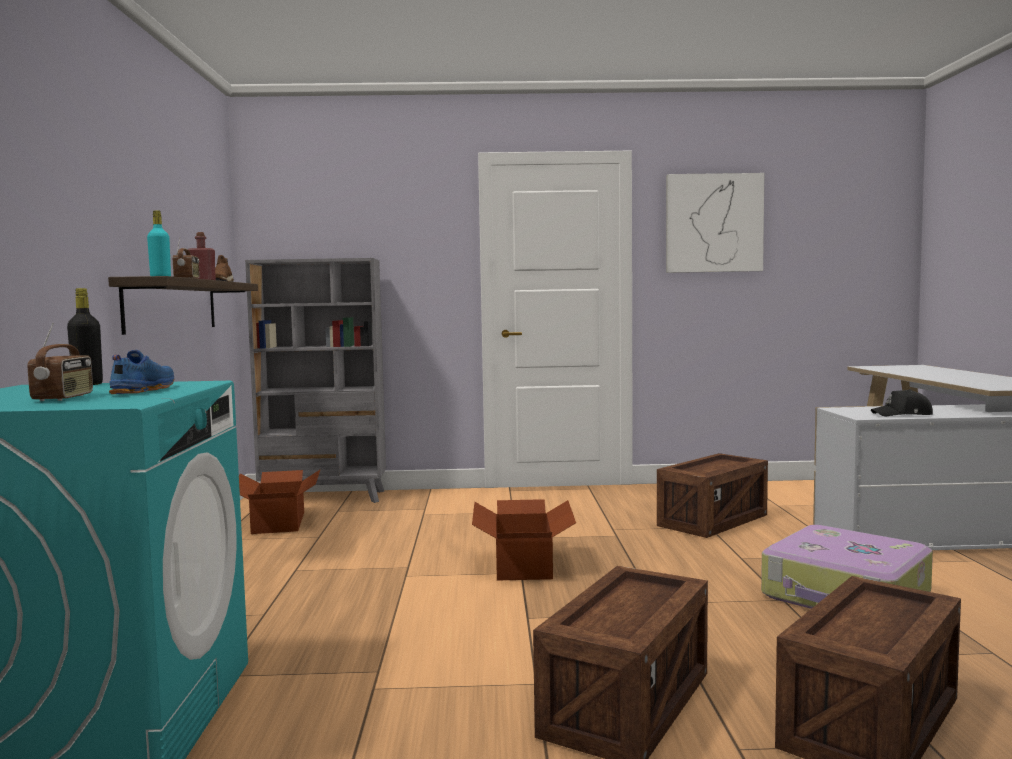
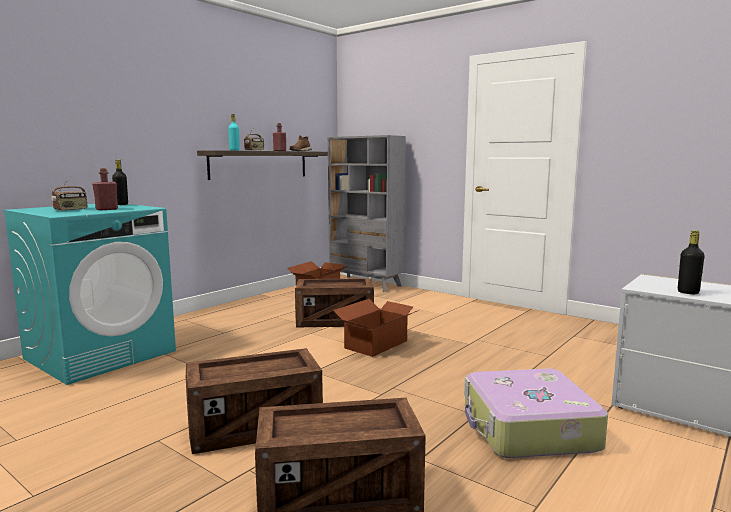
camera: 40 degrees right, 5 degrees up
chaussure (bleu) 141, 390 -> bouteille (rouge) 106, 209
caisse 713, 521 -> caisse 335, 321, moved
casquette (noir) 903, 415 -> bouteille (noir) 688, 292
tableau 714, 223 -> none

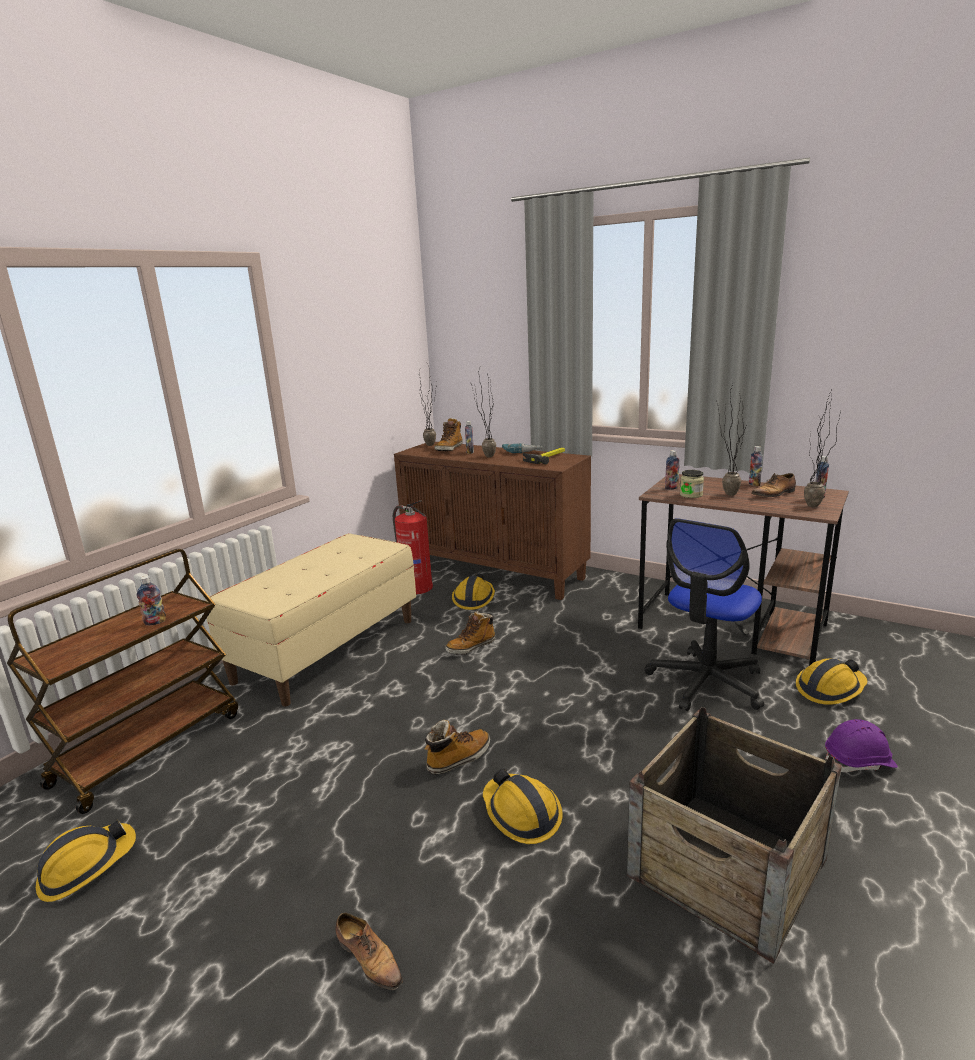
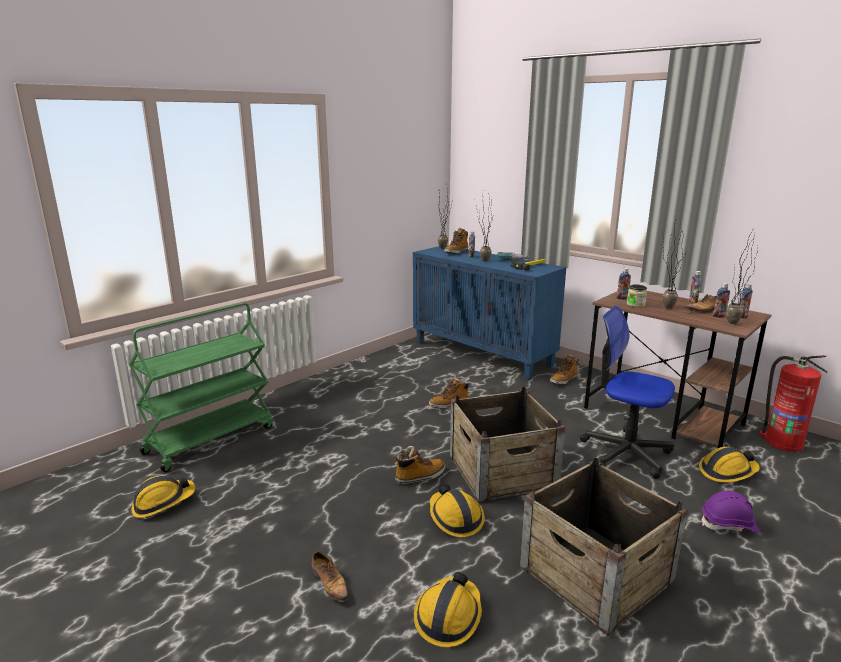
camera: 10 degrees right, 0 degrees up
chariot (marron) 149, 748 -> chariot (vert) 210, 439
meuble de rangement (marron) 496, 572 -> meuble de rangement (bleu) 483, 354
casque de chantier 474, 599 -> casque de chantier 448, 616, moved
none -> caisse 502, 471
none -> botte 563, 380
chaise de bureau 706, 682 -> chaise de bureau 625, 453, 75 degrees clockwise
bouteille 155, 622 -> bouteille 719, 316, moved
extincteur 416, 587 -> extincteur 782, 442, moved
banc (beige) 327, 649 -> none

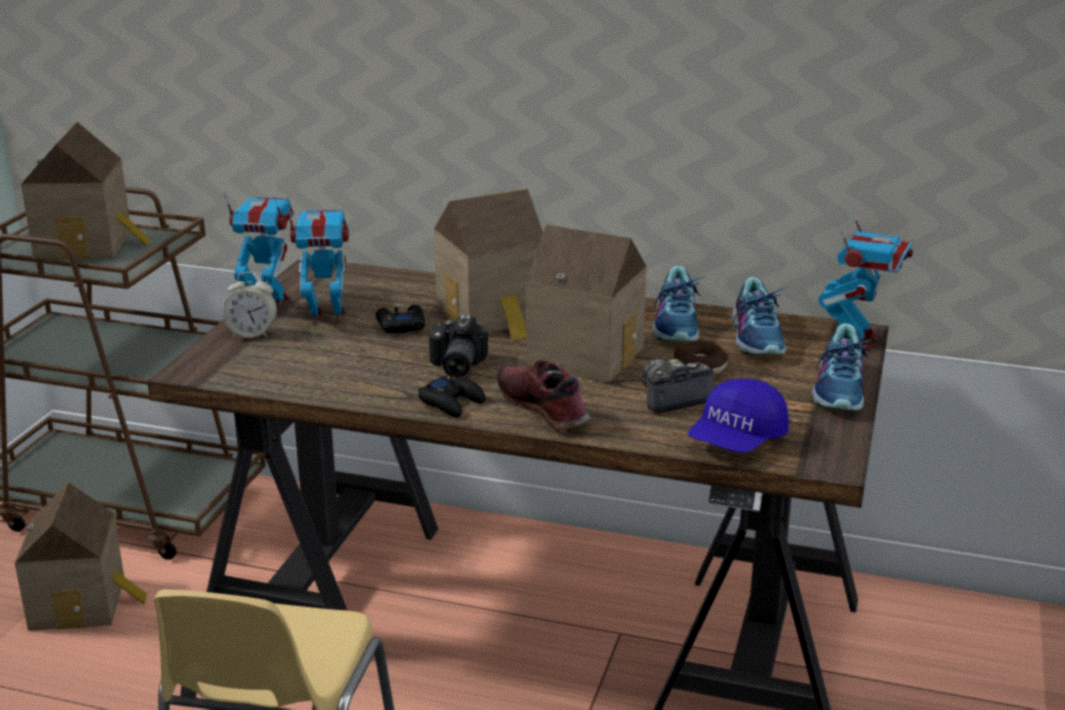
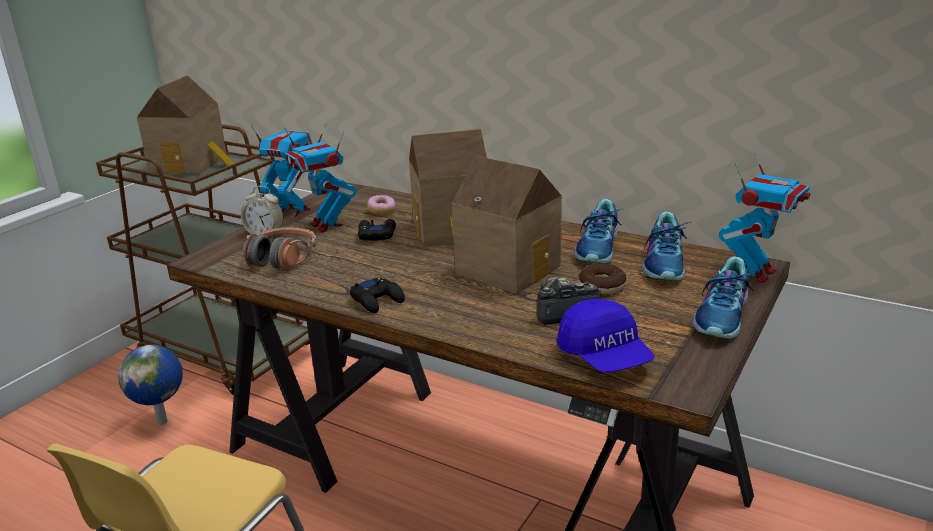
camera: 15 degrees right, 0 degrees up
maison miniature 83, 603 -> globe 164, 421
none -> casque audio 282, 258
robot jouet 326, 317 -> robot jouet 326, 225, 135 degrees counterclockwise
none -> beignet 382, 211
casquette (bleu) 736, 440 -> casquette (bleu) 605, 357, 75 degrees counterclockwise
appareil photo 454, 366 -> none
chaussure 545, 408 -> none

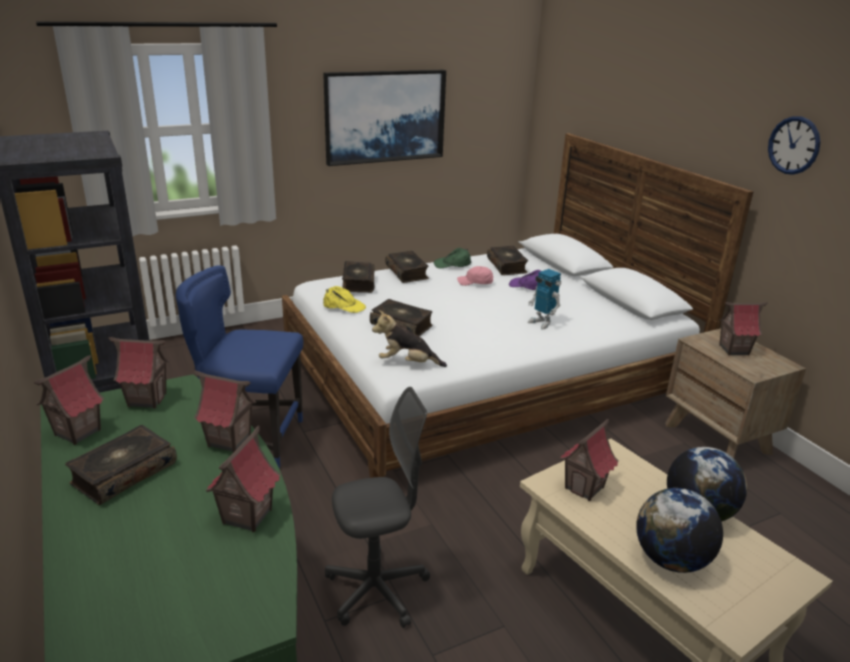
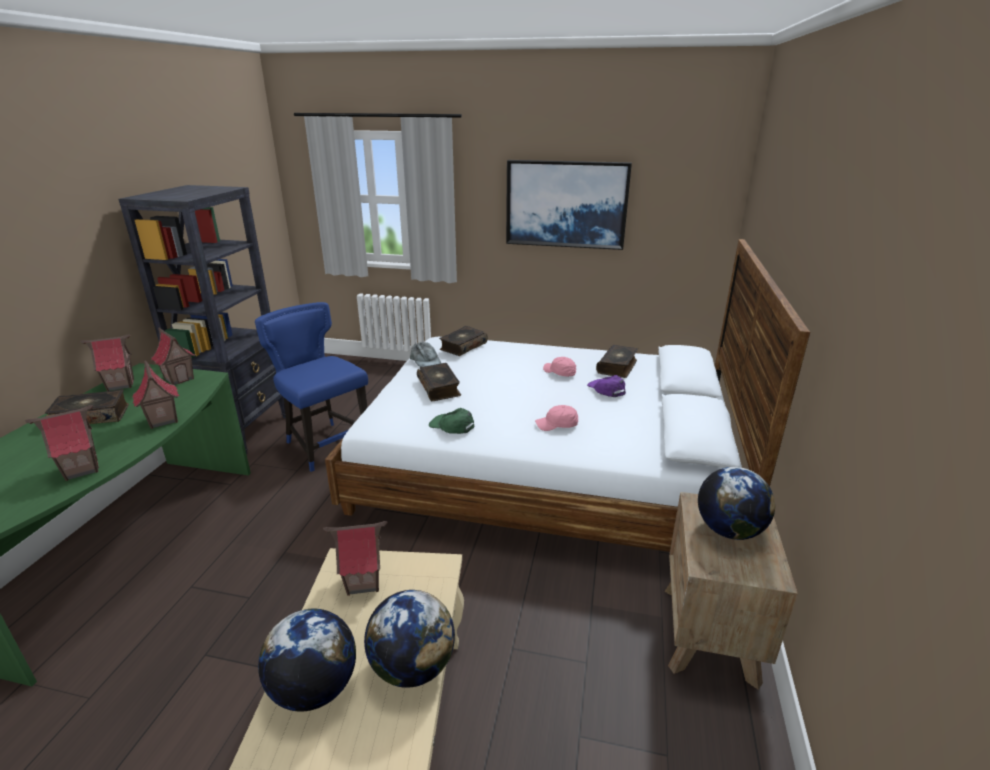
camera: 40 degrees right, 0 degrees up
casquette (jaune) 344, 306 -> casquette (gris) 425, 361
casquette (vert) 452, 264 -> casquette (vert) 452, 426, moved
robot jouet 542, 323 -> casquette (rose) 557, 425
maison miniature 733, 350 -> globe 728, 530
chaise de bureau (gris) 376, 590 -> none
peluche 407, 363 -> none
livre 407, 272 -> none
horloge murale 794, 145 -> none

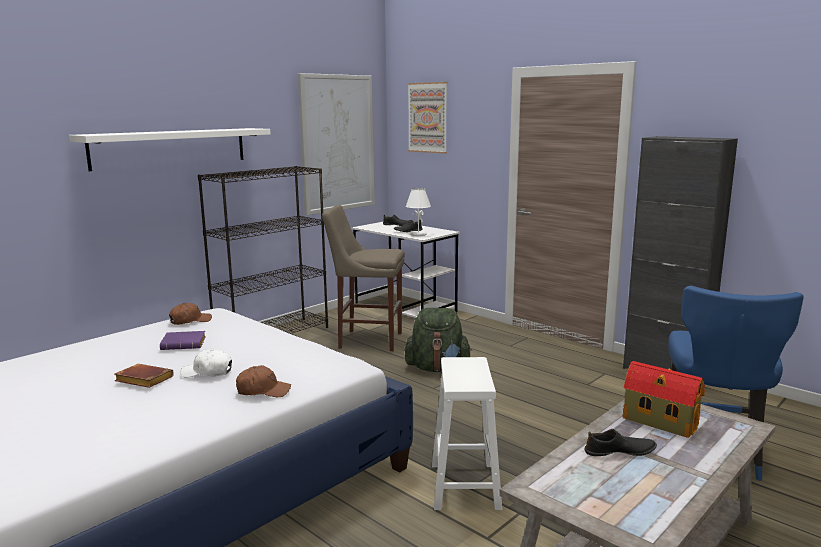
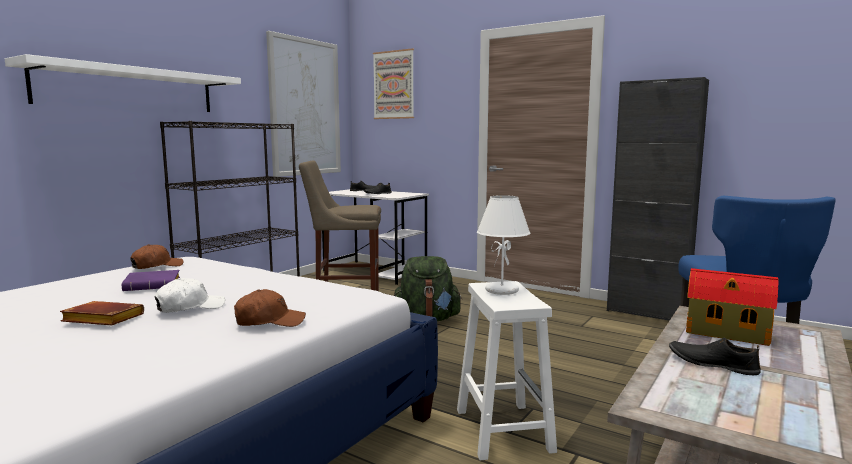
camera: 10 degrees left, 5 degrees down
casquette (blanc) 207, 372 -> casquette (blanc) 190, 307, 150 degrees clockwise
lampe de table (blanc) 418, 234 -> lampe de table (blanc) 501, 291, moved
chaussure (noir) 620, 452 -> chaussure (noir) 712, 363, 135 degrees counterclockwise

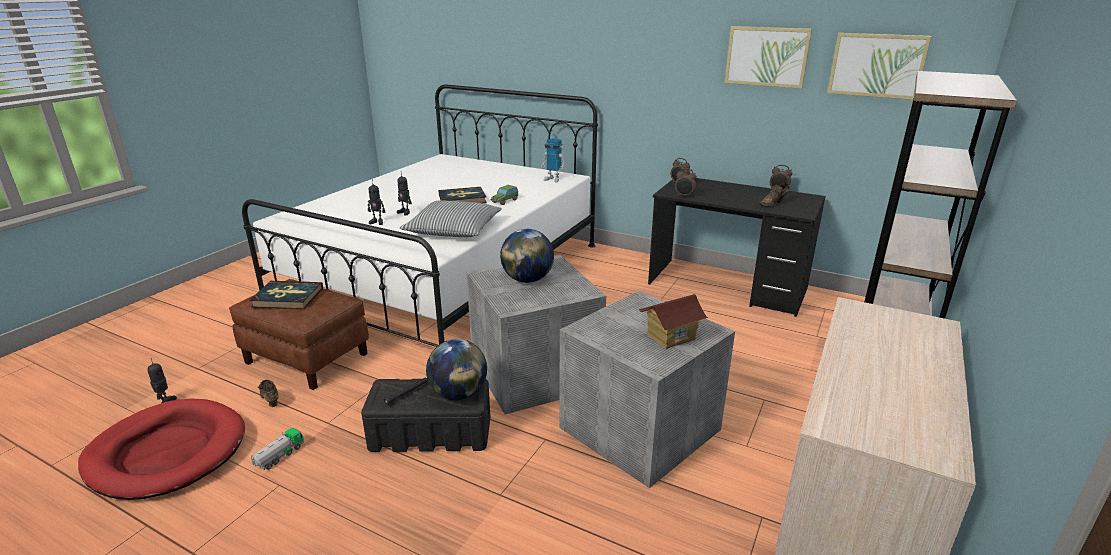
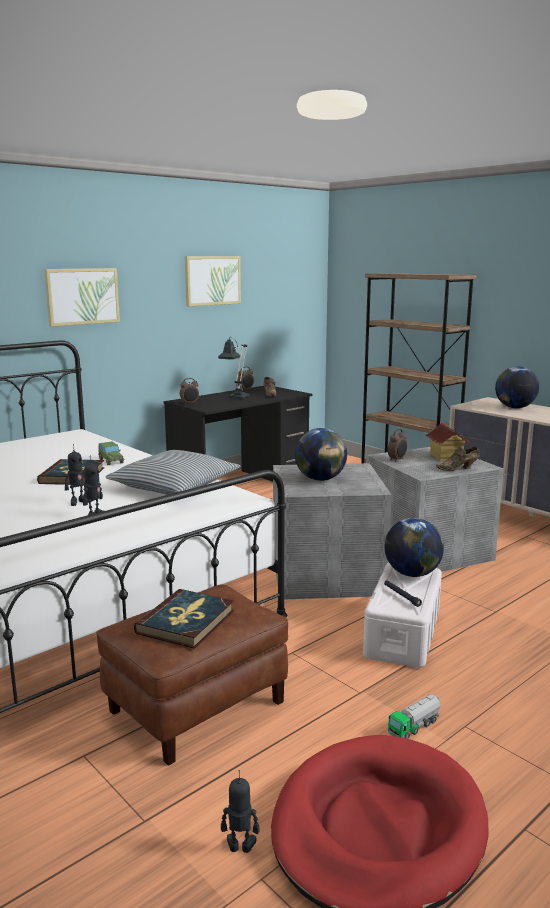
camera: 70 degrees left, 10 degrees down
tableau 877, 65 -> tableau 82, 296, moved
none -> lampe de table 237, 397
boîte de rangement (noir) 430, 433 -> boîte de rangement (blanc) 402, 633
réveil 684, 196 -> réveil 397, 460, moved
camion jouet 279, 456 -> camion jouet 414, 726, 90 degrees counterclockwise
chaussure (marron) 270, 400 -> chaussure (marron) 459, 469, moved
none -> globe 515, 408
robot jouet 553, 179 -> none

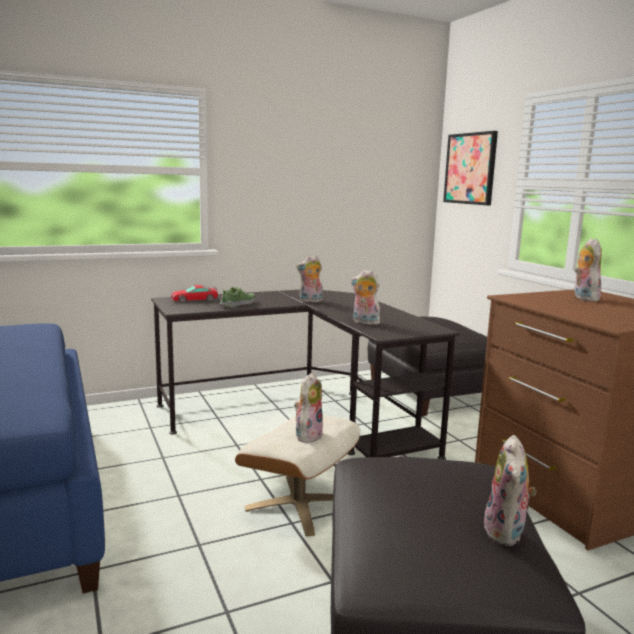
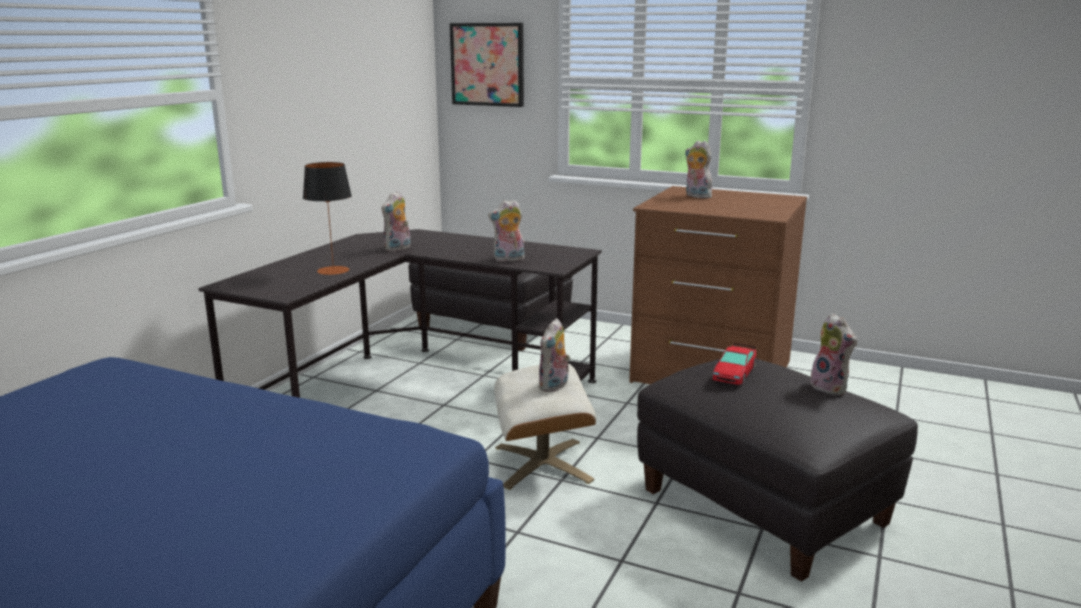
camera: 40 degrees left, 5 degrees up
chaussure 238, 304 -> lampe de table 333, 270
peluche 307, 435 -> peluche 554, 386, 135 degrees counterclockwise
petite voiture 194, 299 -> petite voiture 734, 372, moved

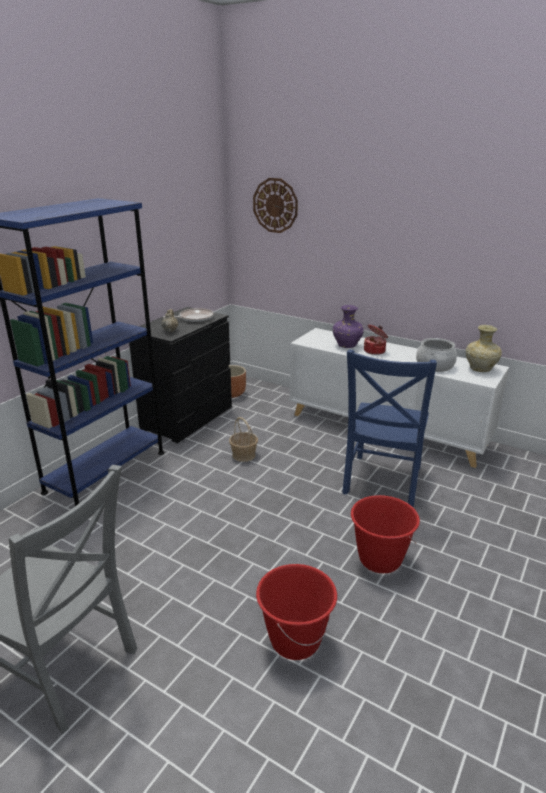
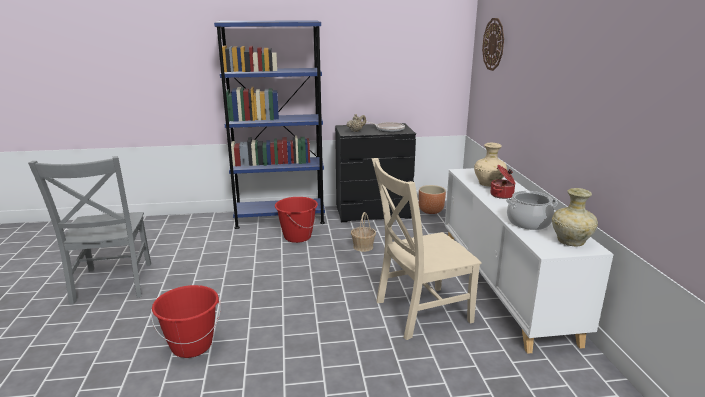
camera: 50 degrees right, 5 degrees down
seau (rouge) 379, 559 -> seau (rouge) 297, 237, moved
chaise (bleu) 381, 482 -> chaise (beige) 419, 312
vase (violet) 346, 345 -> vase (beige) 488, 184

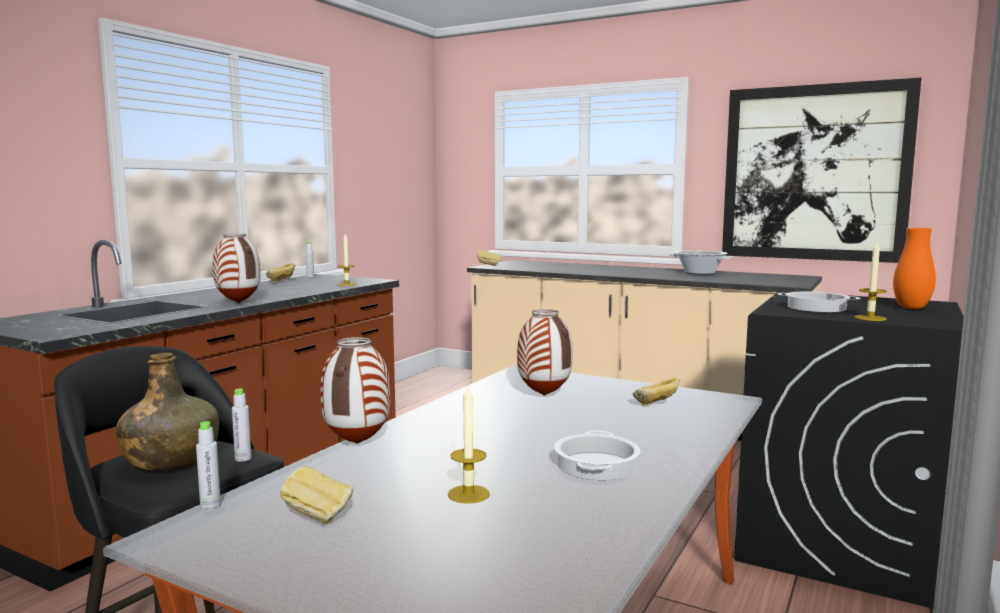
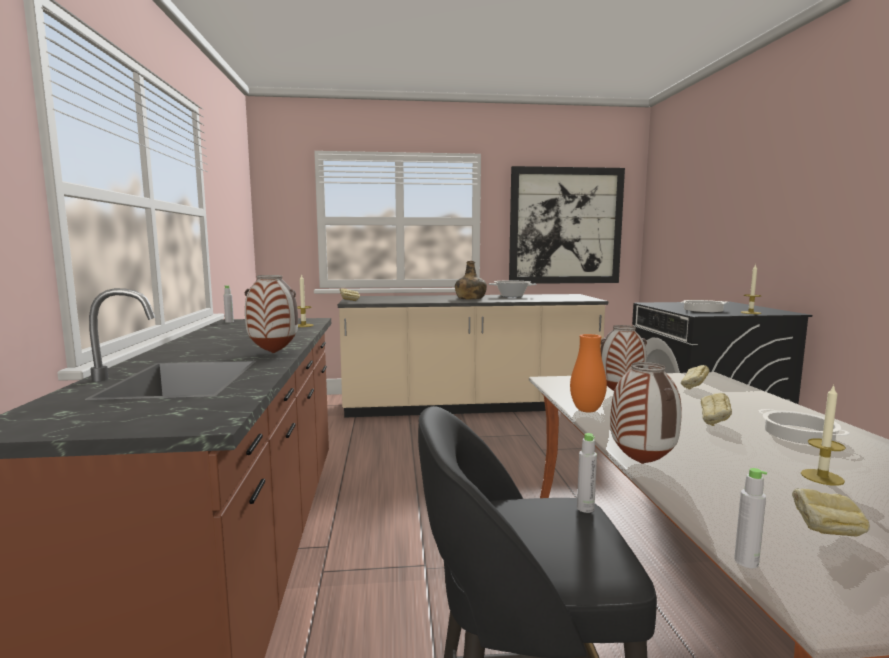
camera: 35 degrees left, 0 degrees up
bouteille (vert) 171, 460 -> bouteille (vert) 470, 298, moved
vase (orange) 911, 308 -> vase (orange) 587, 410, moved
pain 281, 281 -> pain 714, 422, moved

